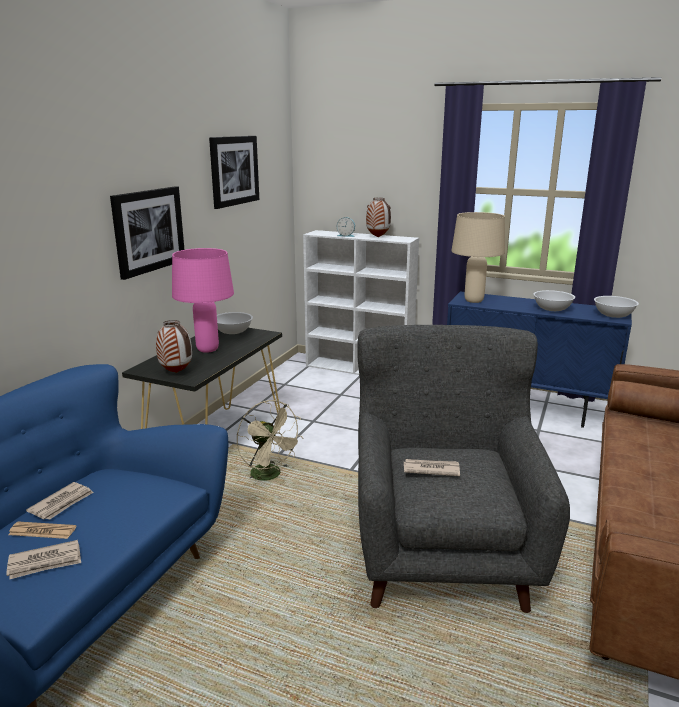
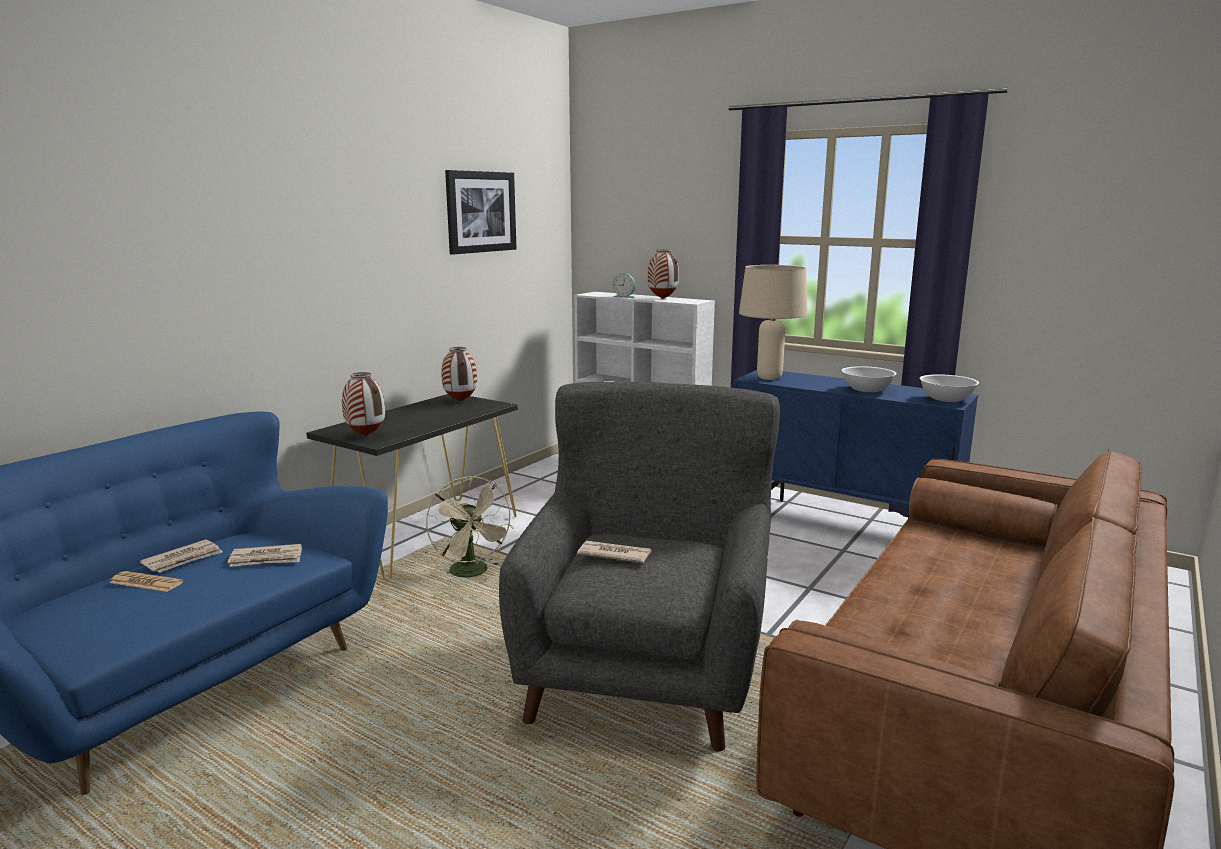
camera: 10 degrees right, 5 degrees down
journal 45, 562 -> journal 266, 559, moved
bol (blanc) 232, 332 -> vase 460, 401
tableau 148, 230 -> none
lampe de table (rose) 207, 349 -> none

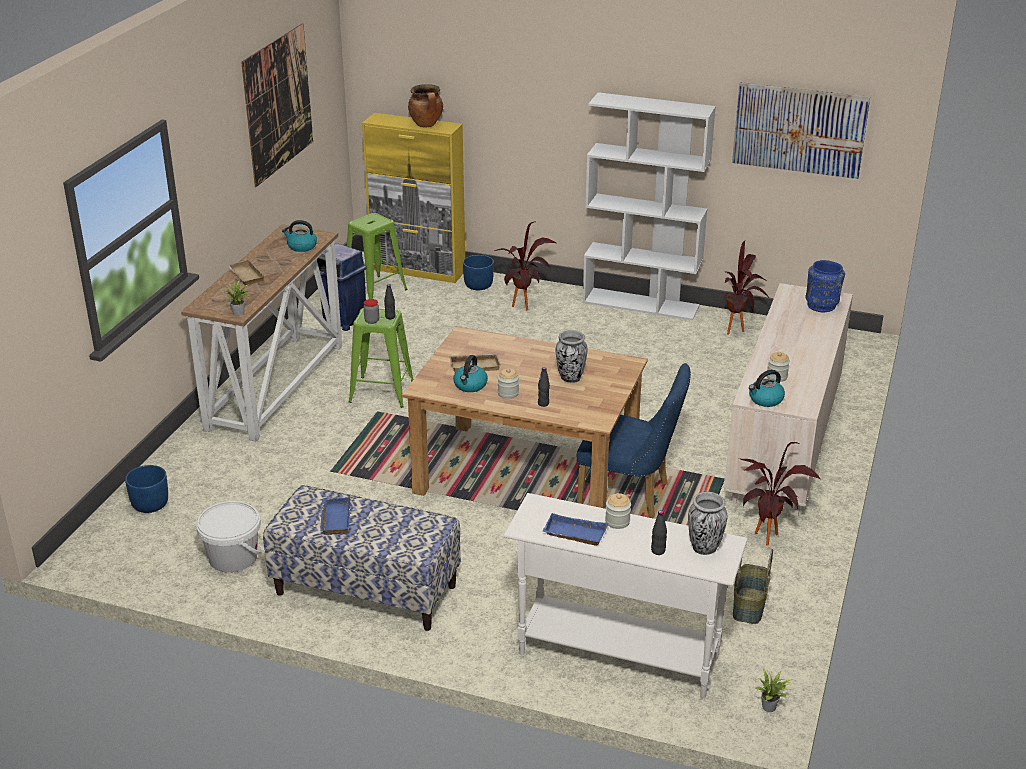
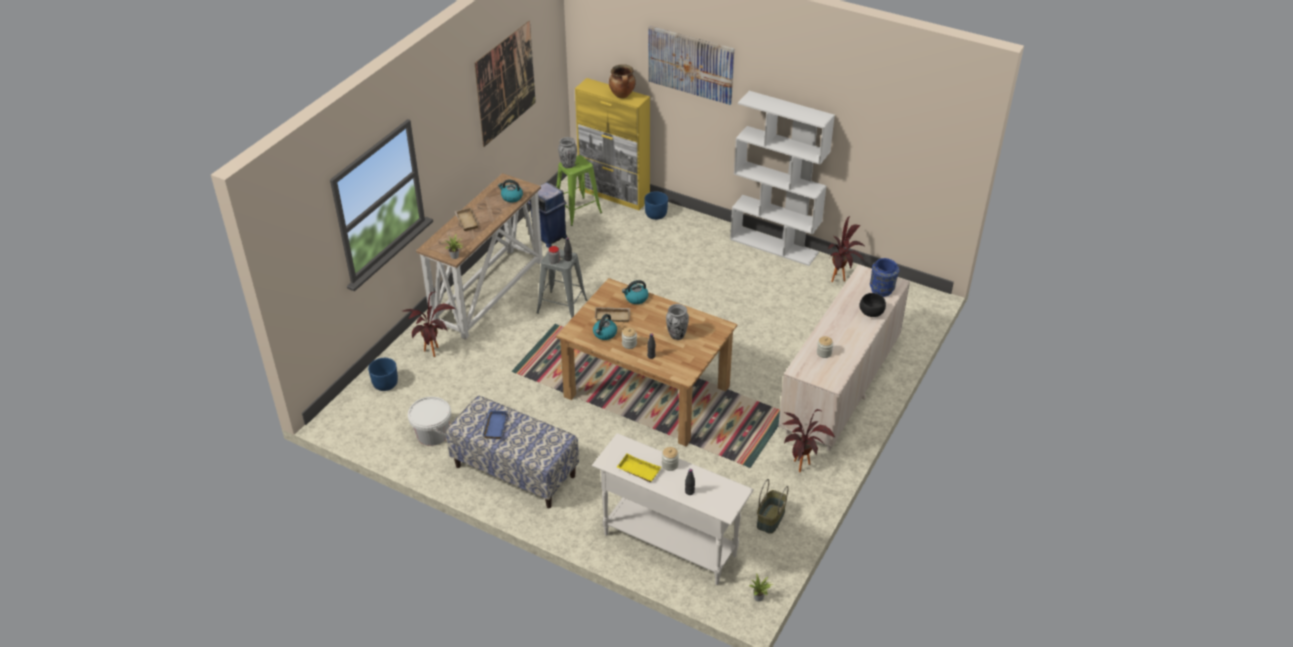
camera: 10 degrees right, 10 degrees up
plante en pot 525, 308 -> plante en pot 434, 354, moved
tabouret (vert) 381, 392 -> tabouret (gris) 561, 306
vase 704, 548 -> vase 568, 165, moved
plateau (bleu) 573, 534 -> plateau (jaune) 637, 471
bouilloire 765, 400 -> bouilloire 636, 298, moved
tableau 799, 130 -> tableau 690, 64, moved
none -> bol (noir) 871, 313
chaise (bleu) 630, 496 -> none

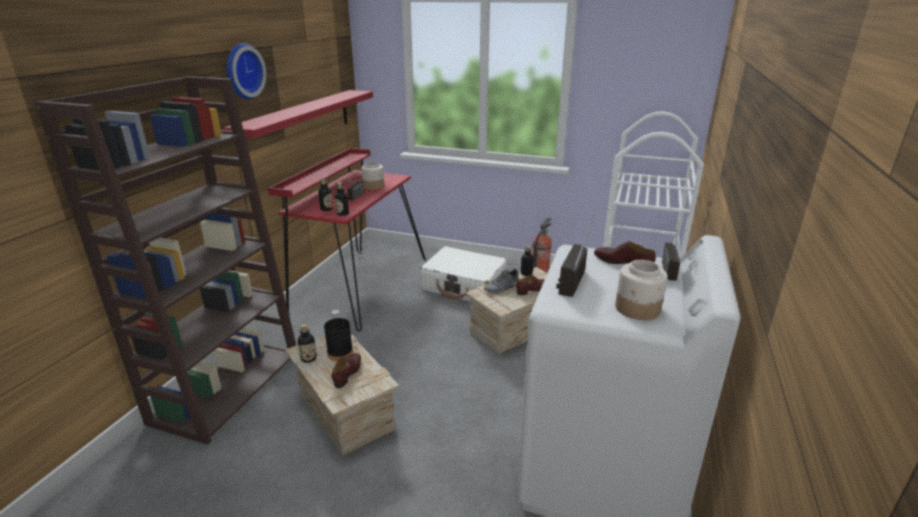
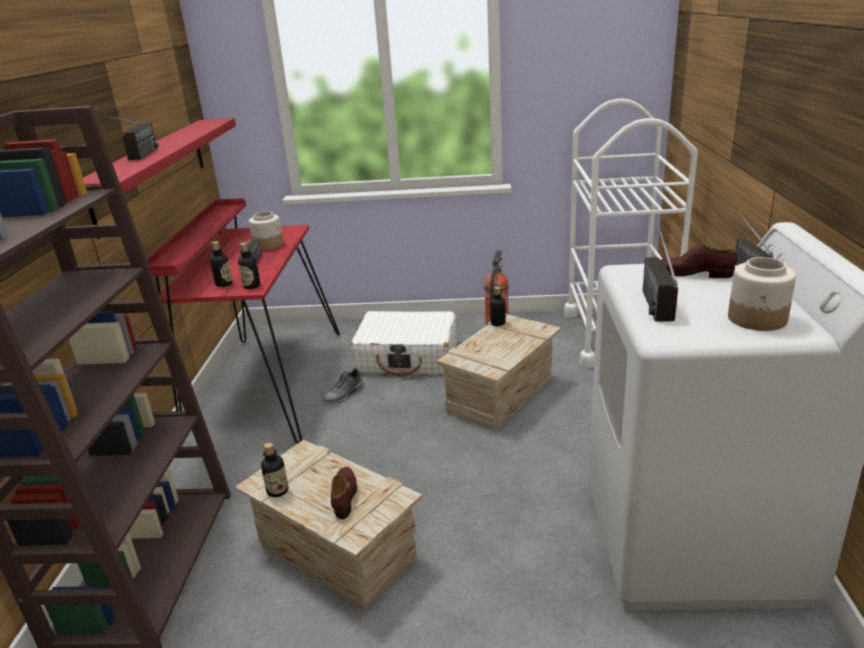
camera: 15 degrees left, 0 degrees up
none -> radio 140, 157
chaussure (gris) 502, 288 -> chaussure (gris) 344, 394, moved
horloge murale 242, 71 -> none
bouteille (noir) 340, 353 -> none
chaussure (marron) 533, 289 -> none

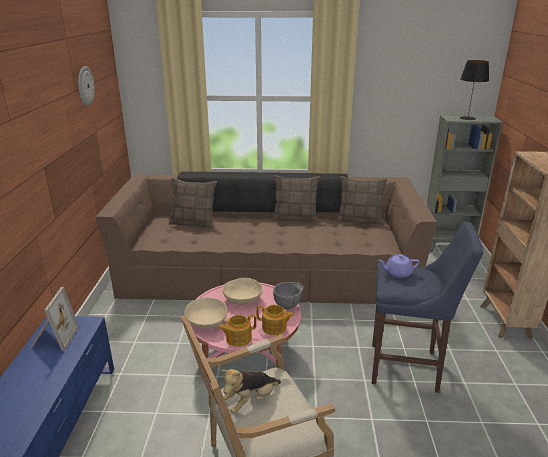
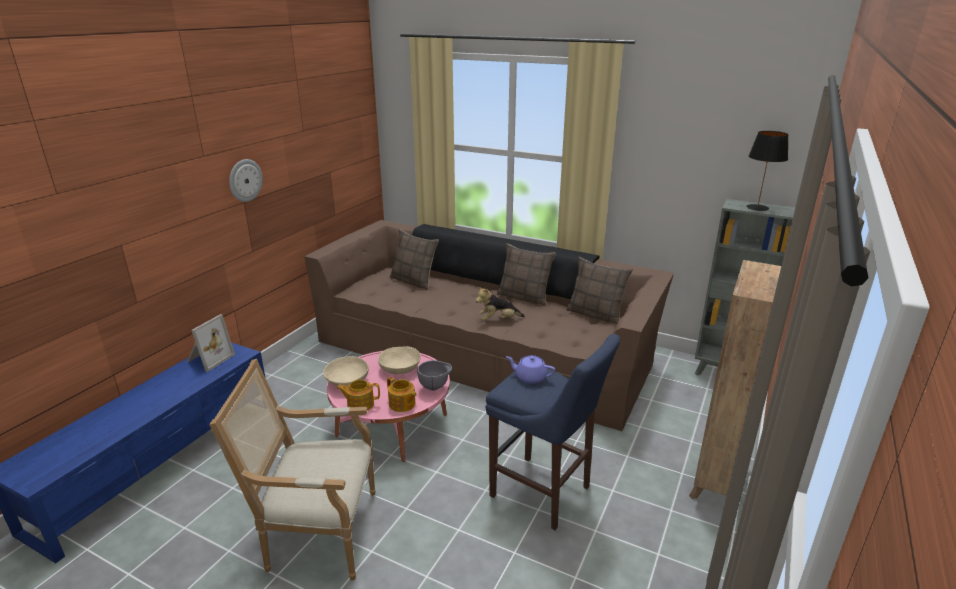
camera: 25 degrees right, 0 degrees up
horloge murale 85, 86 -> horloge murale 245, 180, moved
peluche 251, 400 -> peluche 498, 320, moved

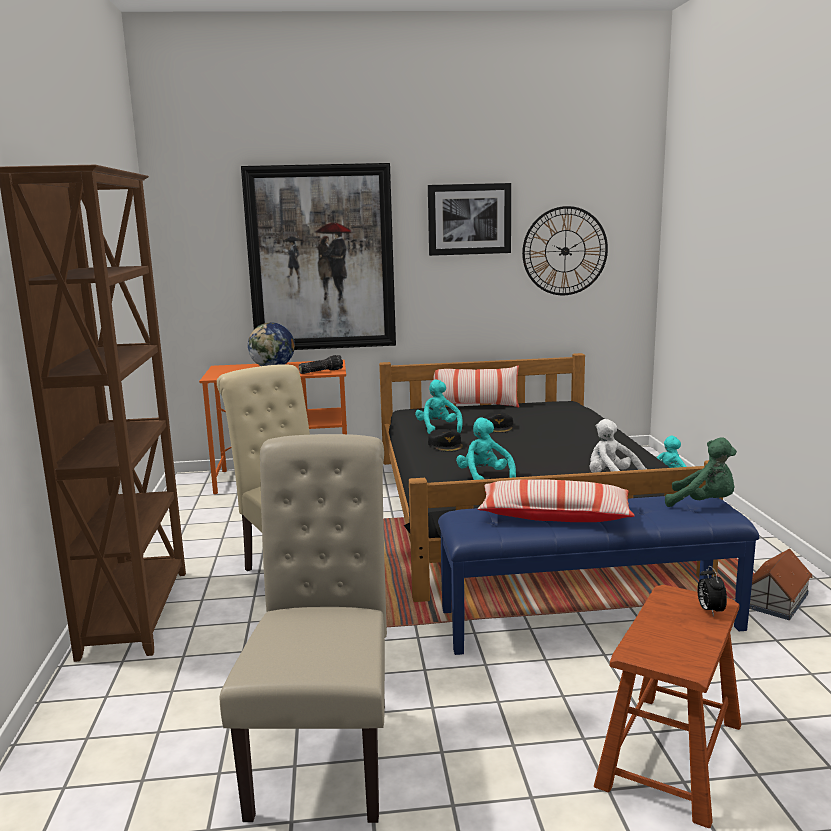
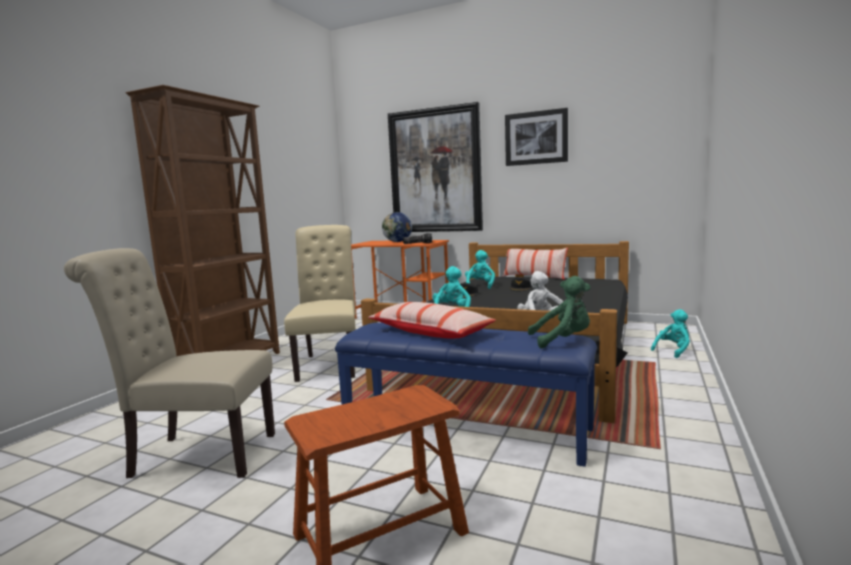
camera: 30 degrees right, 5 degrees down
chaise (beige) 326, 749 -> chaise (beige) 196, 455, 120 degrees counterclockwise
peluche (vert) 703, 504 -> peluche (vert) 563, 340, 60 degrees counterclockwise
horloge murale 565, 251 -> none
réveil 709, 610 -> none
maison miniature 776, 600 -> none

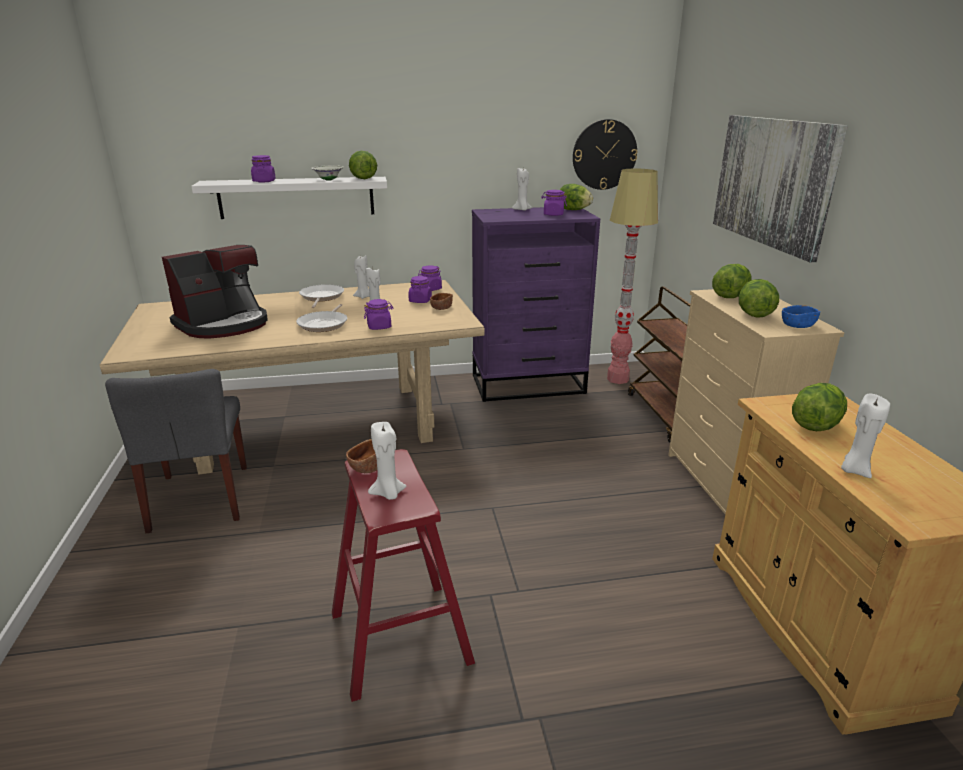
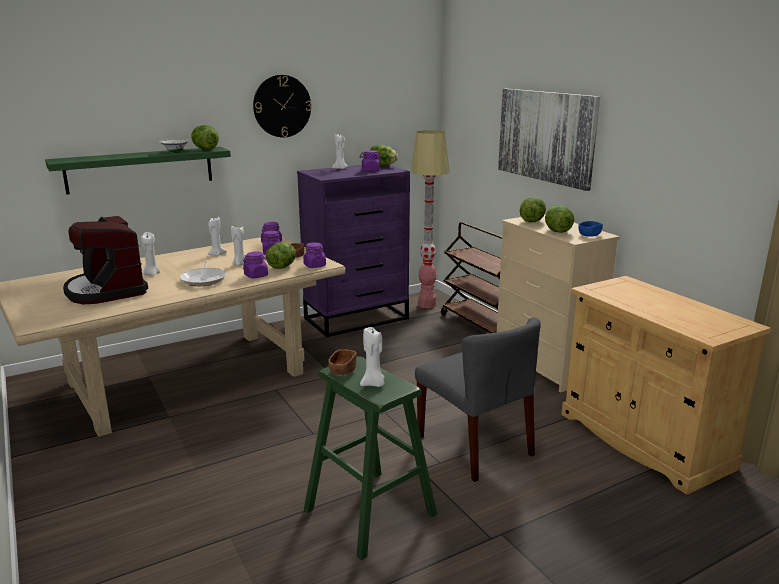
camera: 20 degrees left, 5 degrees down
étagère (blanc) 296, 197 -> étagère (vert) 140, 169
machine à café 224, 324 -> machine à café 106, 290, 120 degrees clockwise
bougie (blanc) 854, 470 -> bougie (blanc) 151, 274, moved
horloge murale 604, 155 -> horloge murale 282, 106, moved
laitue 815, 425 -> laitue 282, 267, moved
bocal (violet) 264, 181 -> bocal (violet) 314, 265, moved
tabouret (rouge) 400, 637 -> tabouret (vert) 370, 512
chaise (gris) 200, 498 -> chaise (gris) 475, 446, moved
poêle 321, 297 -> none

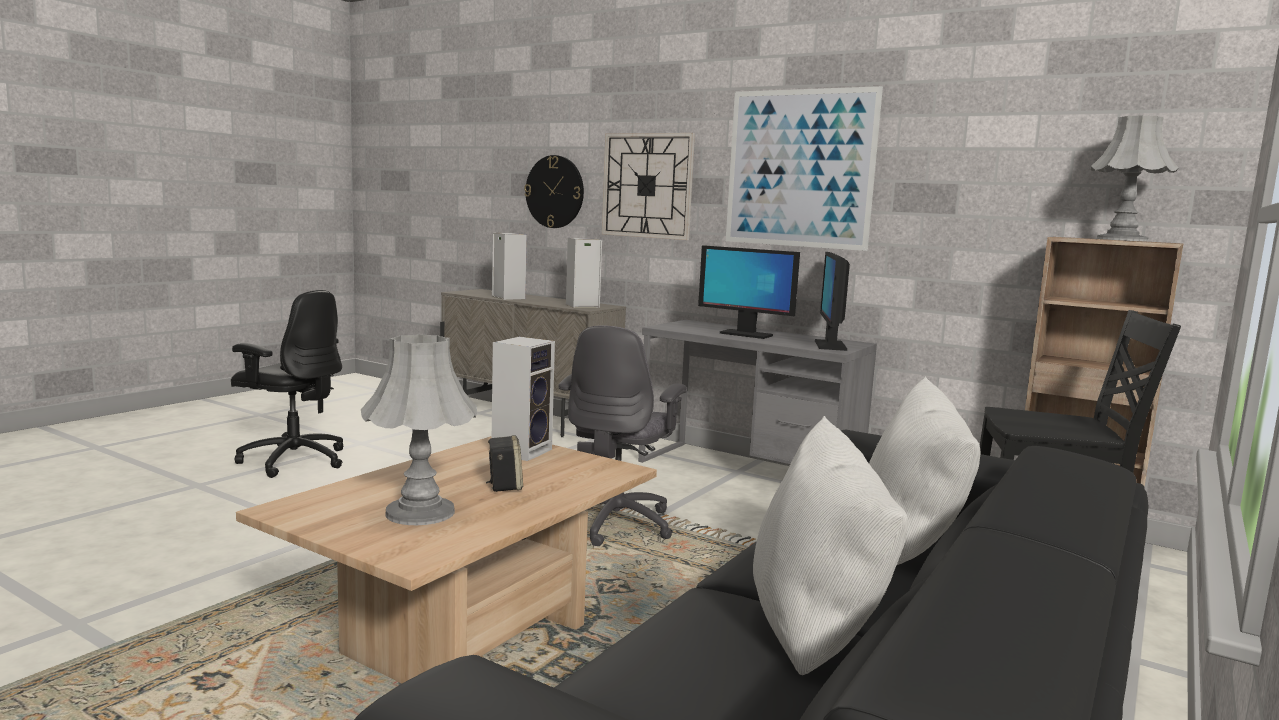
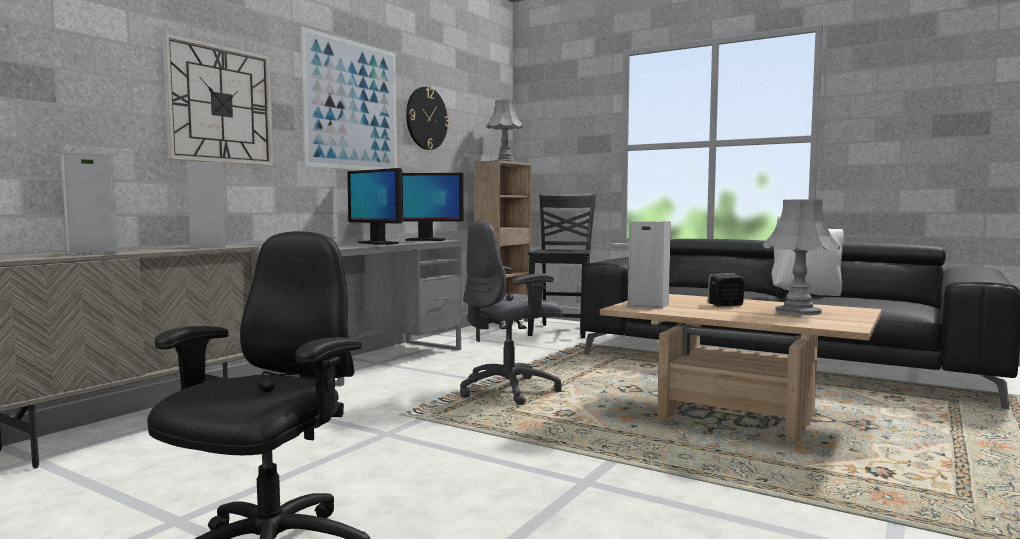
camera: 90 degrees left, 5 degrees down
écran d'ordinateur 745, 334 -> écran d'ordinateur 377, 243, 105 degrees clockwise
horloge murale 555, 192 -> horloge murale 426, 118, moved
chaise de bureau (gris) 616, 523 -> chaise de bureau (gris) 510, 390, 135 degrees clockwise
coussin (blanc) 912, 546 -> none

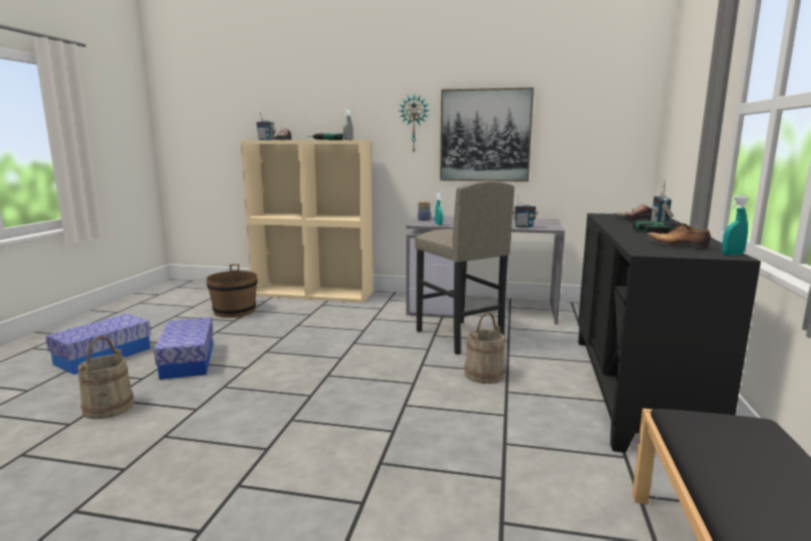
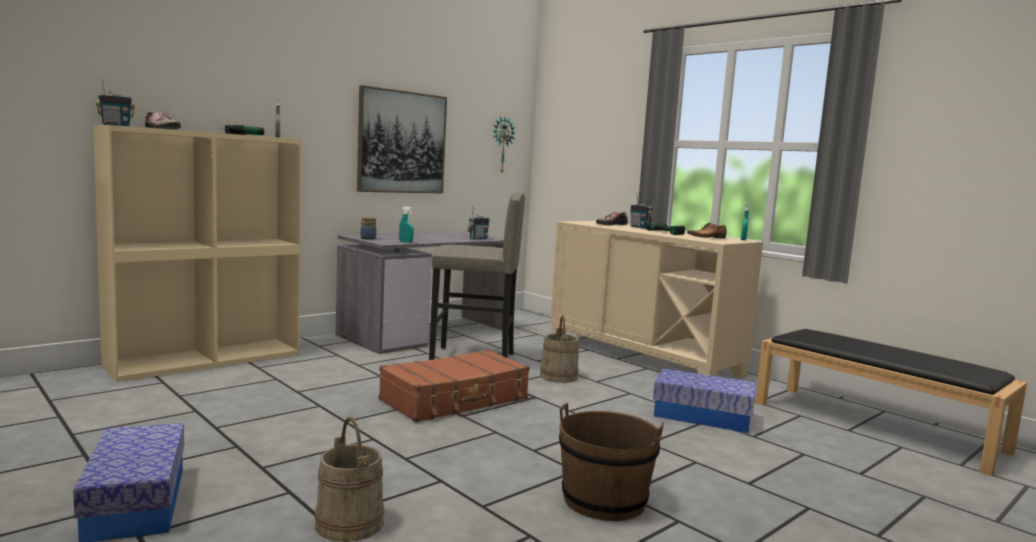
camera: 55 degrees left, 5 degrees down
none -> valise (marron) 455, 400
horloge murale 414, 124 -> horloge murale 501, 145, moved
meuble de rangement (noir) 635, 388 -> meuble de rangement (beige) 642, 357
seau (marron) 234, 311 -> seau (marron) 604, 500, moved
boîte de rangement 188, 361 -> boîte de rangement 702, 416, moved

